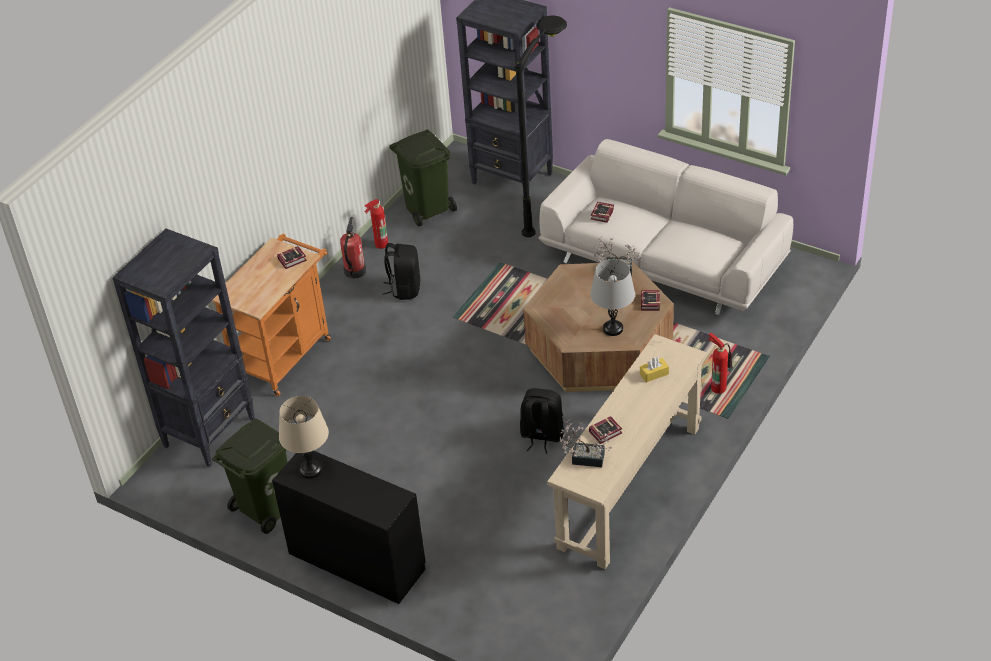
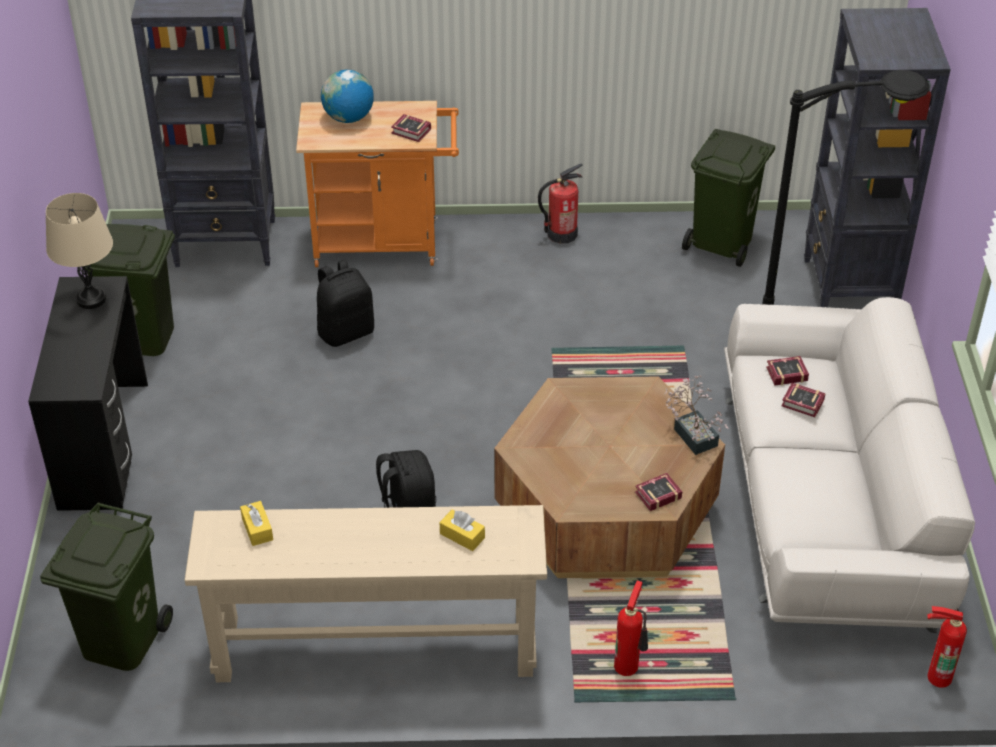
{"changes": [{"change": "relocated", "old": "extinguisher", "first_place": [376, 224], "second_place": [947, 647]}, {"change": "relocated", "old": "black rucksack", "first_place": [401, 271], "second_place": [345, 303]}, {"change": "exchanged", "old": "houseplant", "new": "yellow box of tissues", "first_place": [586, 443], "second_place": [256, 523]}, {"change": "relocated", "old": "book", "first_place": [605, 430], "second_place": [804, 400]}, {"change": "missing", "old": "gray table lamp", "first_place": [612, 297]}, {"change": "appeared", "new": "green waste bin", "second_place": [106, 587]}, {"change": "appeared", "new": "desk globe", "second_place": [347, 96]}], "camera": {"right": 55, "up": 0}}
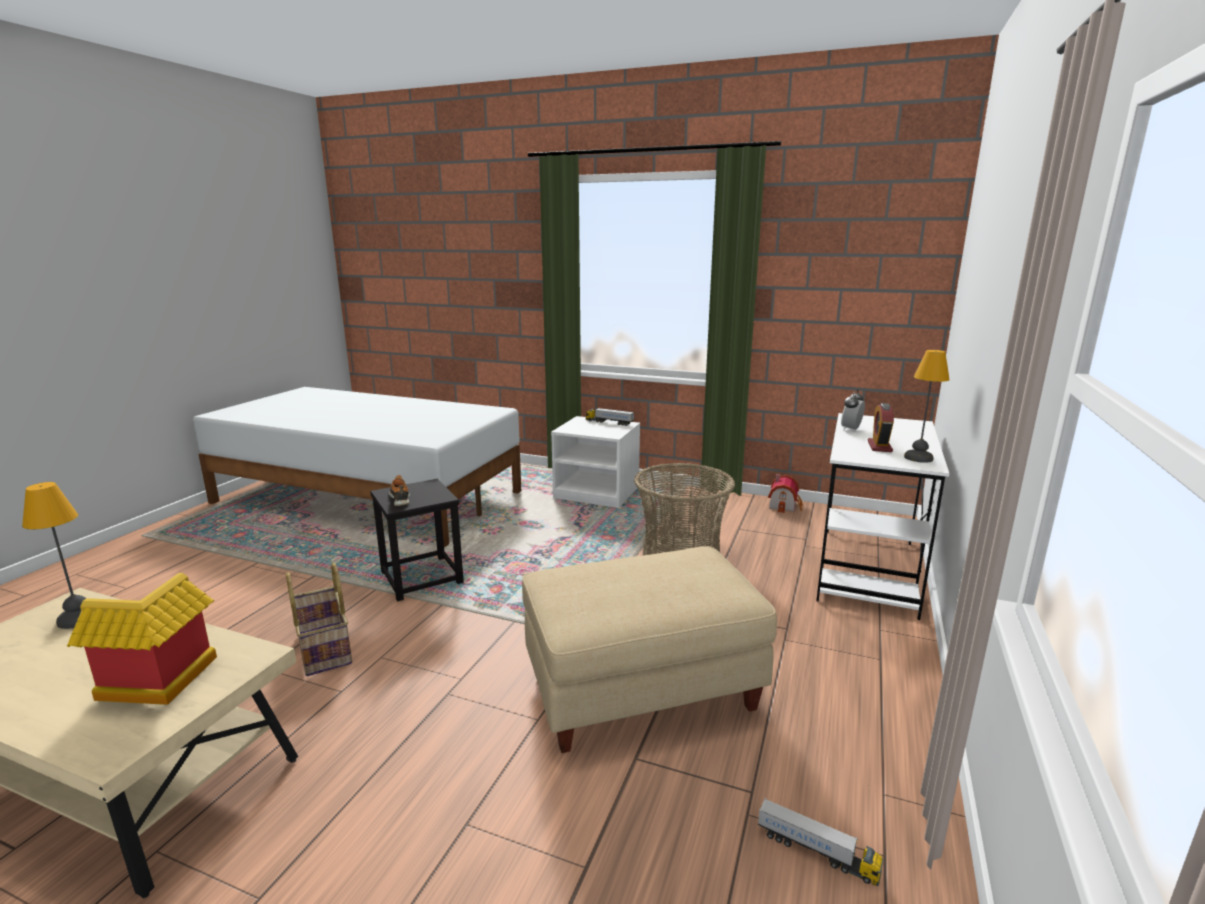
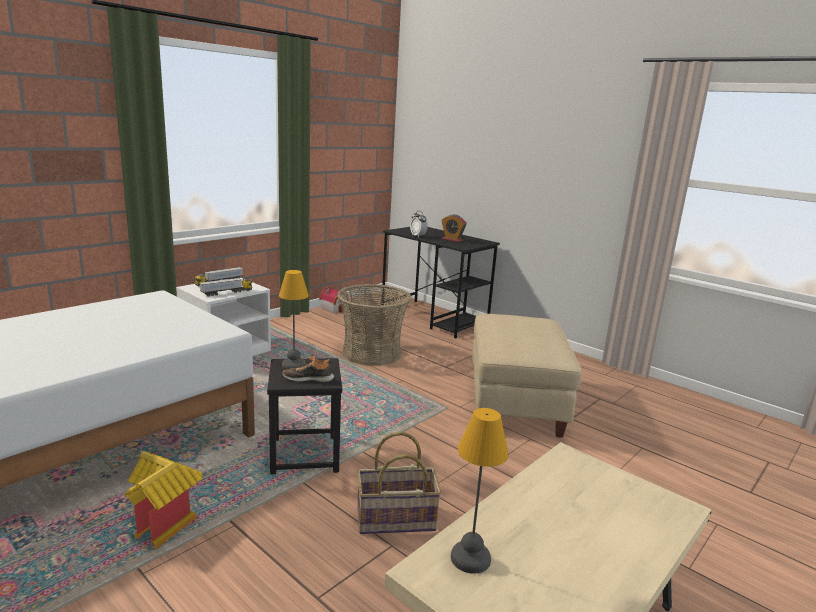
{"changes": [{"change": "relocated", "old": "miniature house", "first_place": [142, 639], "second_place": [164, 500]}, {"change": "relocated", "old": "toy truck", "first_place": [821, 842], "second_place": [226, 287]}, {"change": "colour", "old": "whitish desk table", "new": "black desk table", "first_place": [883, 516], "second_place": [440, 282]}, {"change": "relocated", "old": "table lamp", "first_place": [927, 406], "second_place": [294, 320]}], "camera": {"right": -70, "up": 0}}
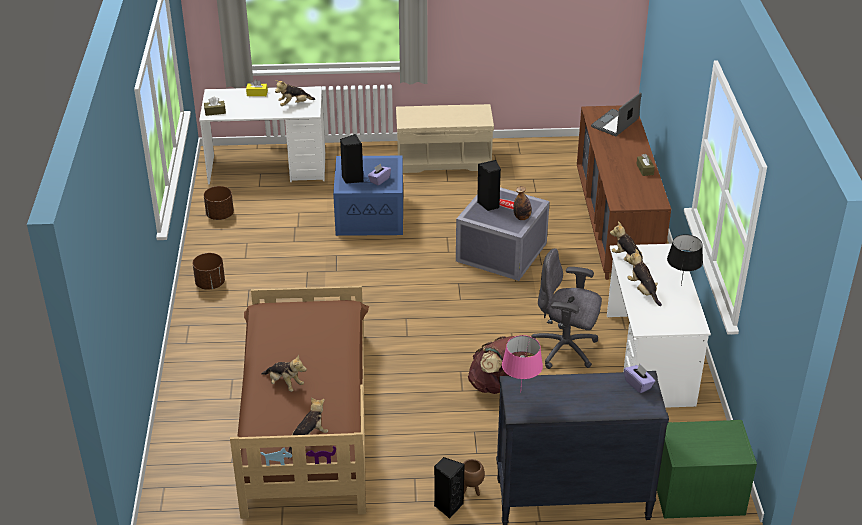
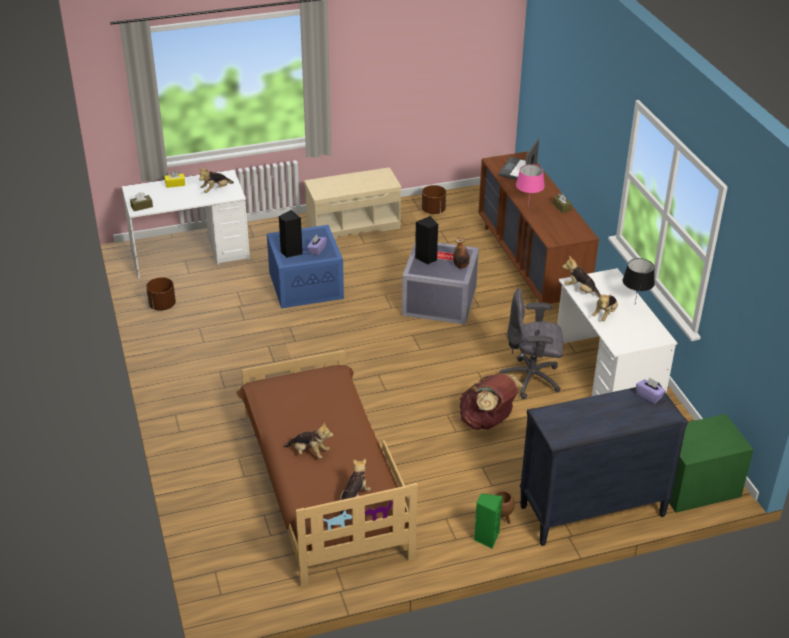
{"changes": [{"change": "relocated", "old": "brown planter", "first_place": [208, 271], "second_place": [434, 199]}, {"change": "colour", "old": "black audio speaker", "new": "green audio speaker", "first_place": [449, 488], "second_place": [488, 521]}, {"change": "relocated", "old": "pinkish table lamp", "first_place": [522, 360], "second_place": [530, 186]}, {"change": "spun", "old": "soft toy", "first_place": [644, 277], "second_place": [605, 307], "degrees": -105}], "camera": {"right": -15, "up": 0}}
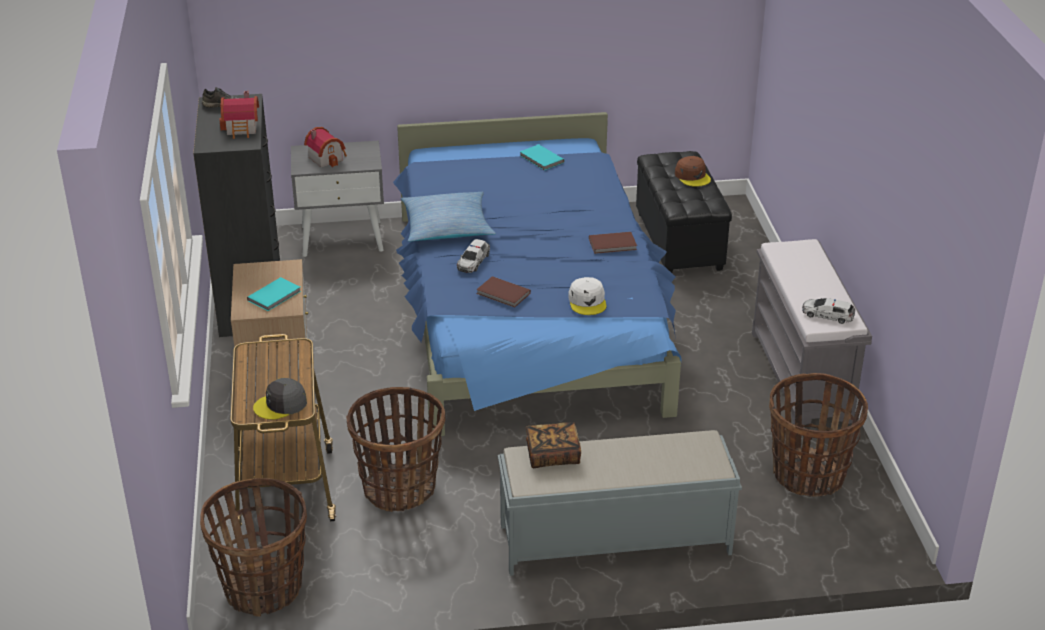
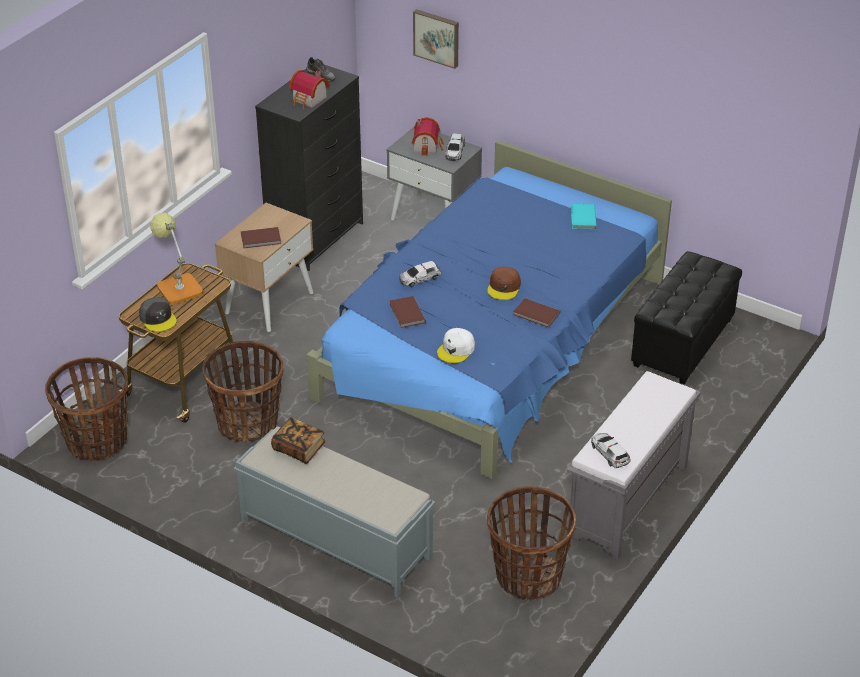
{"changes": [{"change": "colour", "old": "turquoise-coloured book", "new": "brown book", "first_place": [274, 294], "second_place": [261, 238]}, {"change": "spun", "old": "gray cap", "first_place": [280, 399], "second_place": [158, 314], "degrees": -135}, {"change": "missing", "old": "cushion", "first_place": [448, 217]}, {"change": "relocated", "old": "brown cap", "first_place": [693, 171], "second_place": [504, 283]}, {"change": "appeared", "new": "table lamp", "second_place": [176, 259]}, {"change": "appeared", "new": "wall picture", "second_place": [436, 39]}, {"change": "appeared", "new": "miniature car", "second_place": [455, 147]}], "camera": {"right": 40, "up": 5}}
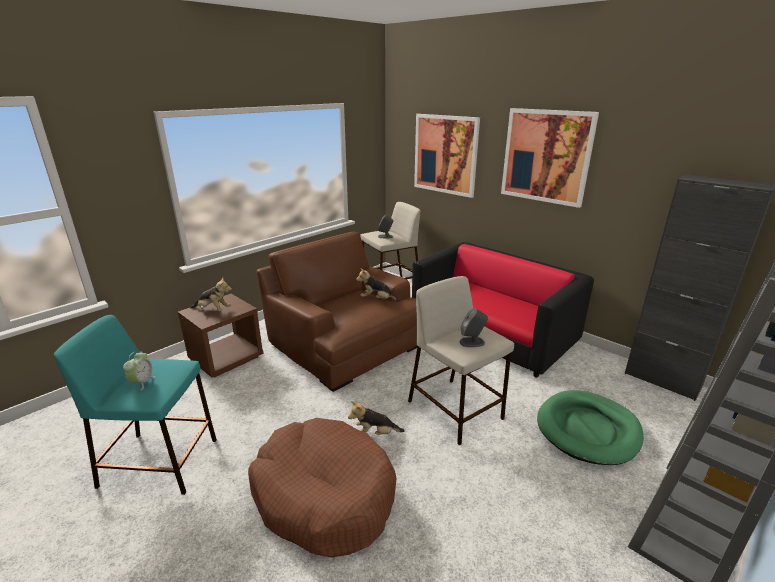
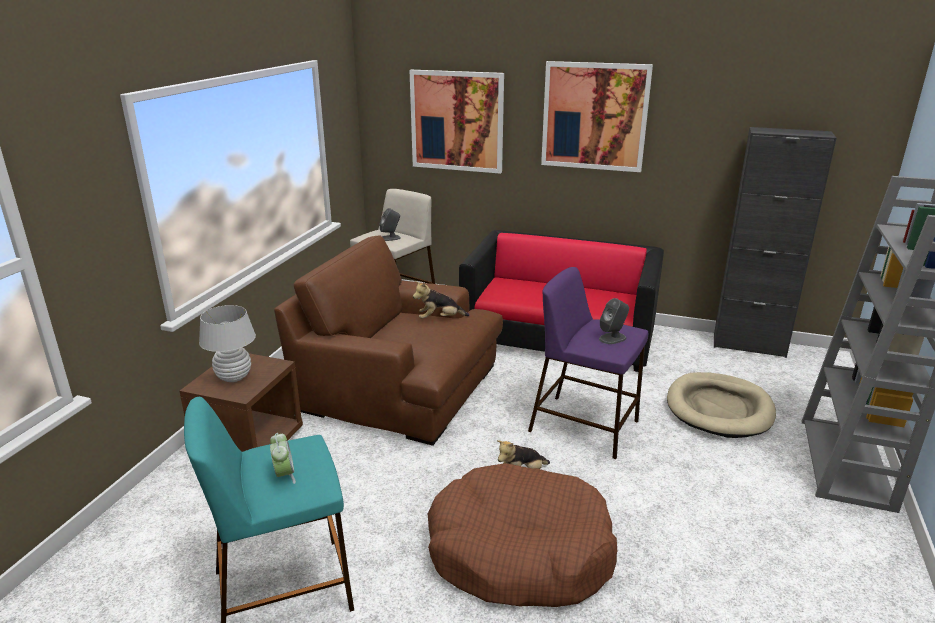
{"changes": [{"change": "exchanged", "old": "soft toy", "new": "whitish table lamp", "first_place": [211, 294], "second_place": [227, 343]}, {"change": "colour", "old": "beige stool seat", "new": "purple-coloured stool seat", "first_place": [461, 360], "second_place": [588, 363]}, {"change": "colour", "old": "green dog bed", "new": "beige dog bed", "first_place": [590, 427], "second_place": [721, 405]}], "camera": {"right": -25, "up": 0}}
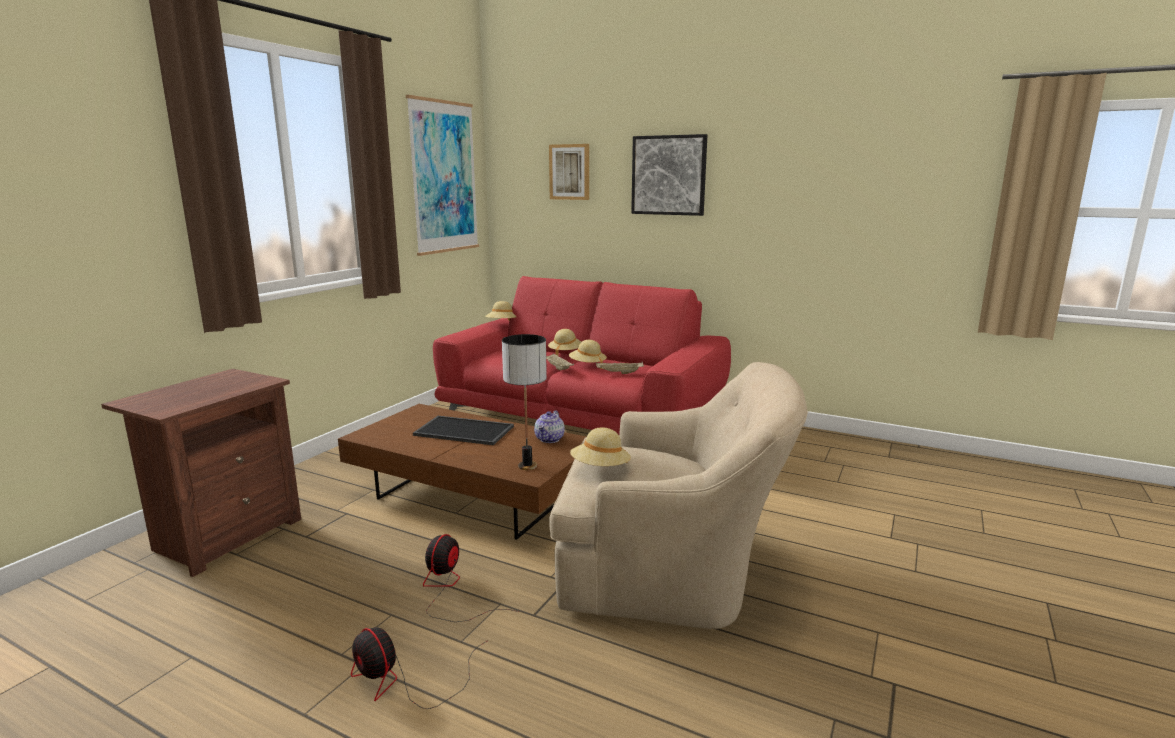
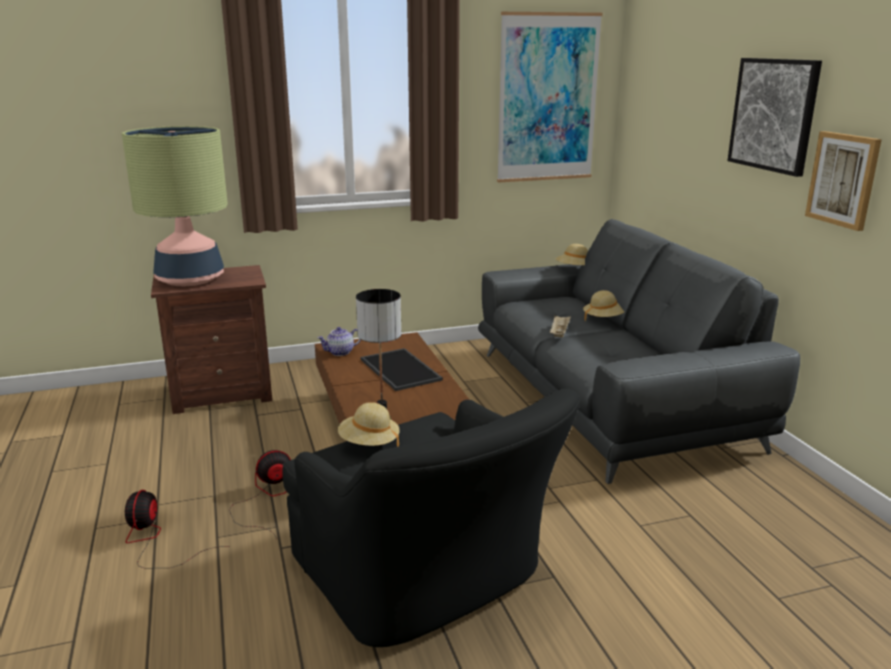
{"changes": [{"change": "colour", "old": "red-coloured settee", "new": "gray settee", "first_place": [582, 355], "second_place": [639, 351]}, {"change": "relocated", "old": "tea pot", "first_place": [549, 426], "second_place": [339, 341]}, {"change": "relocated", "old": "wall picture", "first_place": [569, 172], "second_place": [843, 181]}, {"change": "colour", "old": "beige lounge chair", "new": "black lounge chair", "first_place": [678, 495], "second_place": [431, 518]}, {"change": "missing", "old": "beige clothing hat", "first_place": [588, 354]}, {"change": "missing", "old": "beige tray", "first_place": [620, 368]}, {"change": "appeared", "new": "table lamp", "second_place": [175, 206]}], "camera": {"right": 45, "up": 5}}
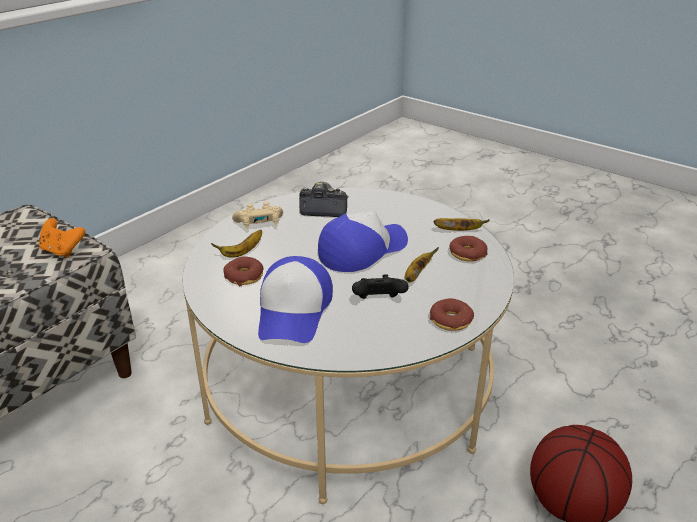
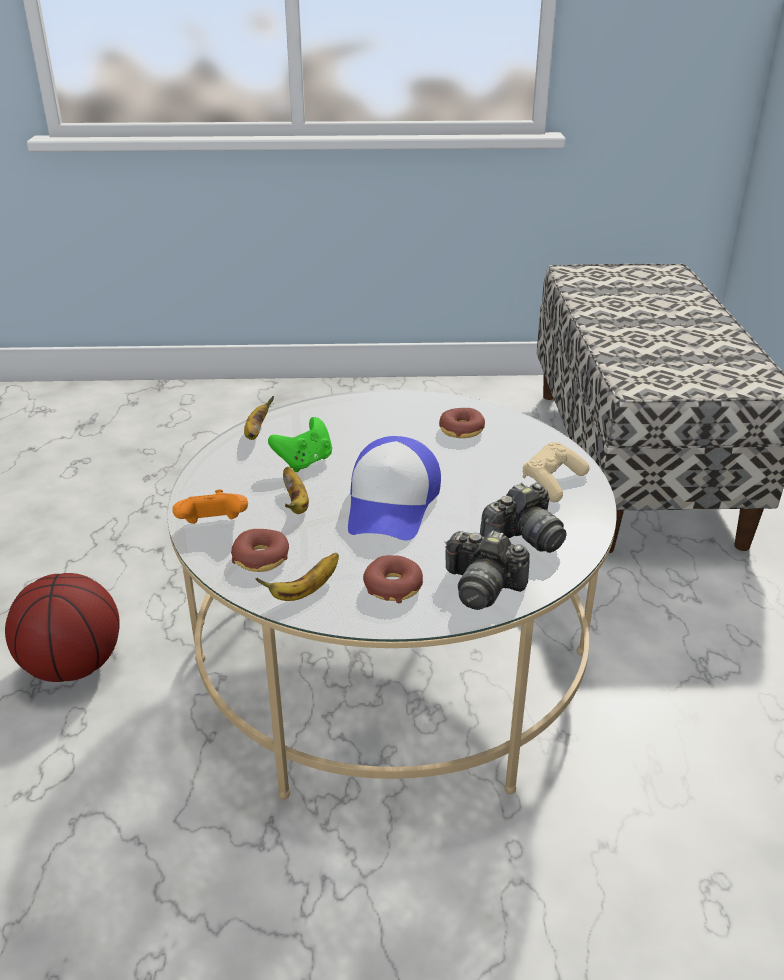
{"changes": [{"change": "relocated", "old": "orange-coloured joypad", "first_place": [62, 238], "second_place": [210, 506]}, {"change": "relocated", "old": "banana fruit", "first_place": [236, 244], "second_place": [259, 418]}, {"change": "missing", "old": "cap", "first_place": [295, 299]}, {"change": "colour", "old": "black joypad", "new": "green joypad", "first_place": [380, 286], "second_place": [300, 444]}, {"change": "relocated", "old": "doughnut", "first_place": [452, 314], "second_place": [393, 579]}, {"change": "appeared", "new": "photo camera", "second_place": [487, 570]}], "camera": {"right": 140, "up": 0}}
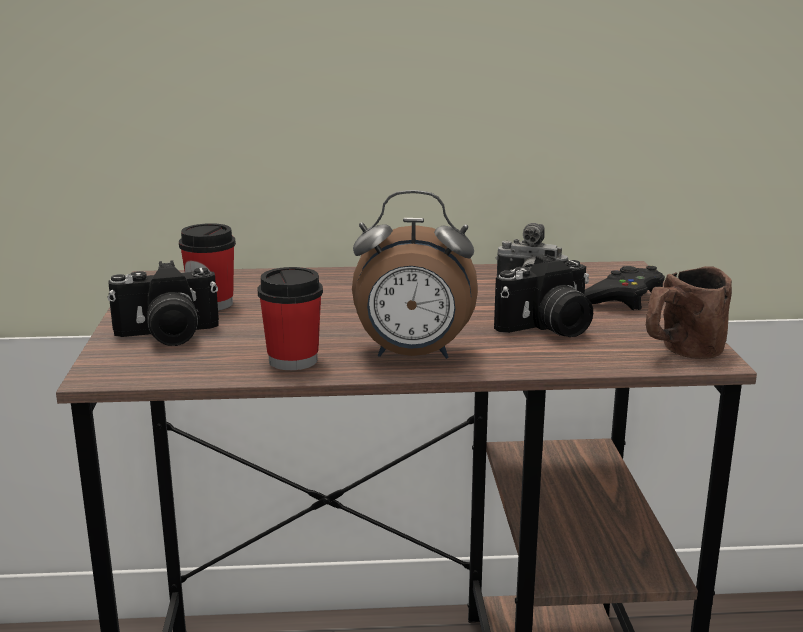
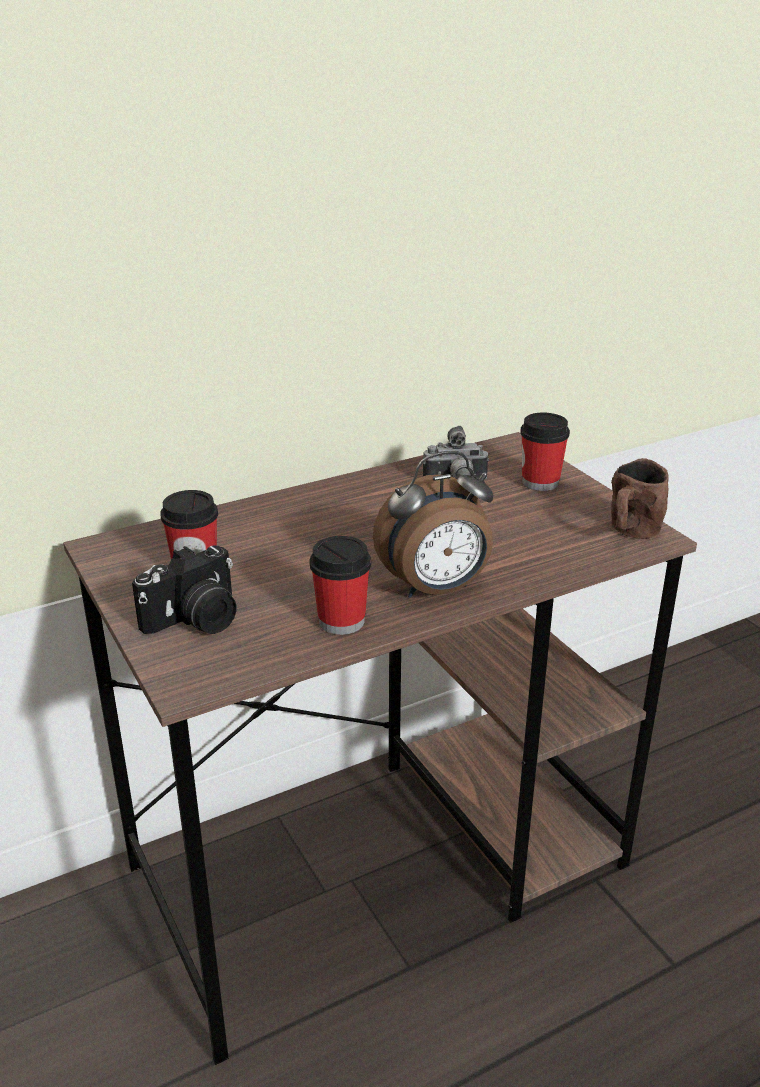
{"changes": [{"change": "missing", "old": "photo camera", "first_place": [543, 296]}, {"change": "exchanged", "old": "black joypad", "new": "cup", "first_place": [624, 288], "second_place": [545, 451]}], "camera": {"right": -25, "up": 10}}
